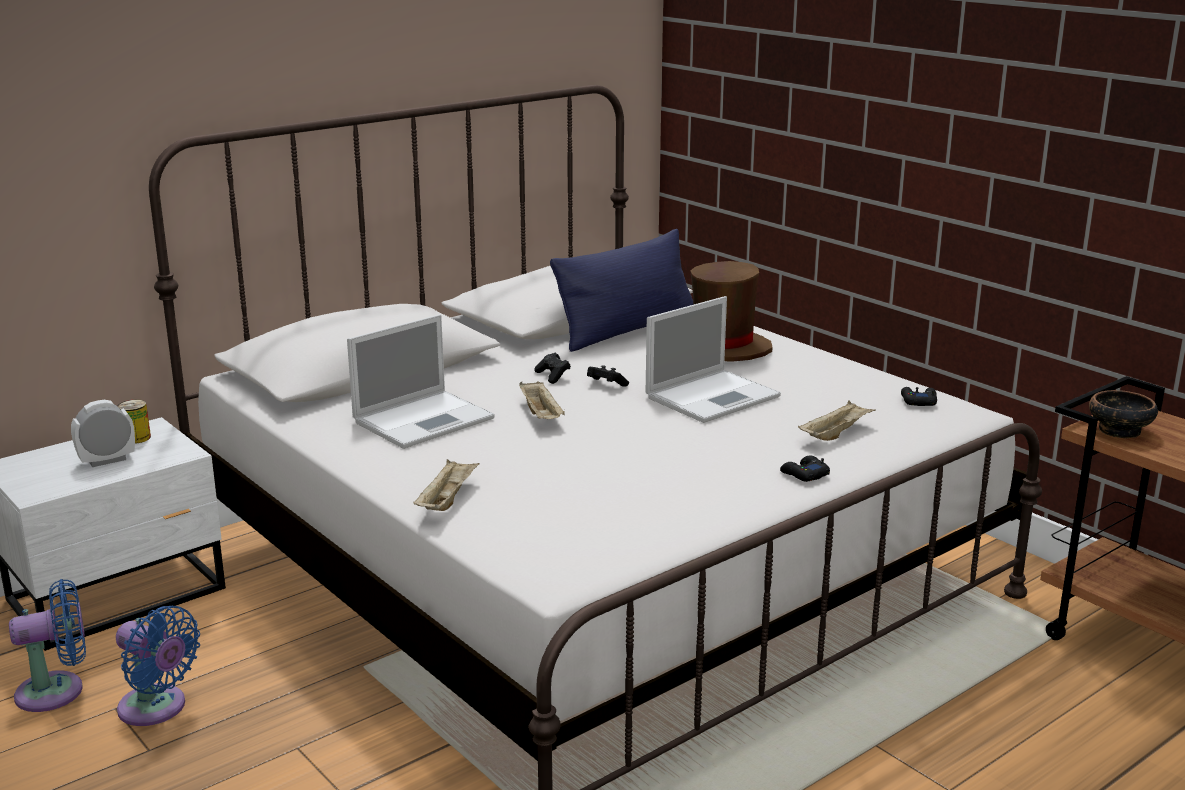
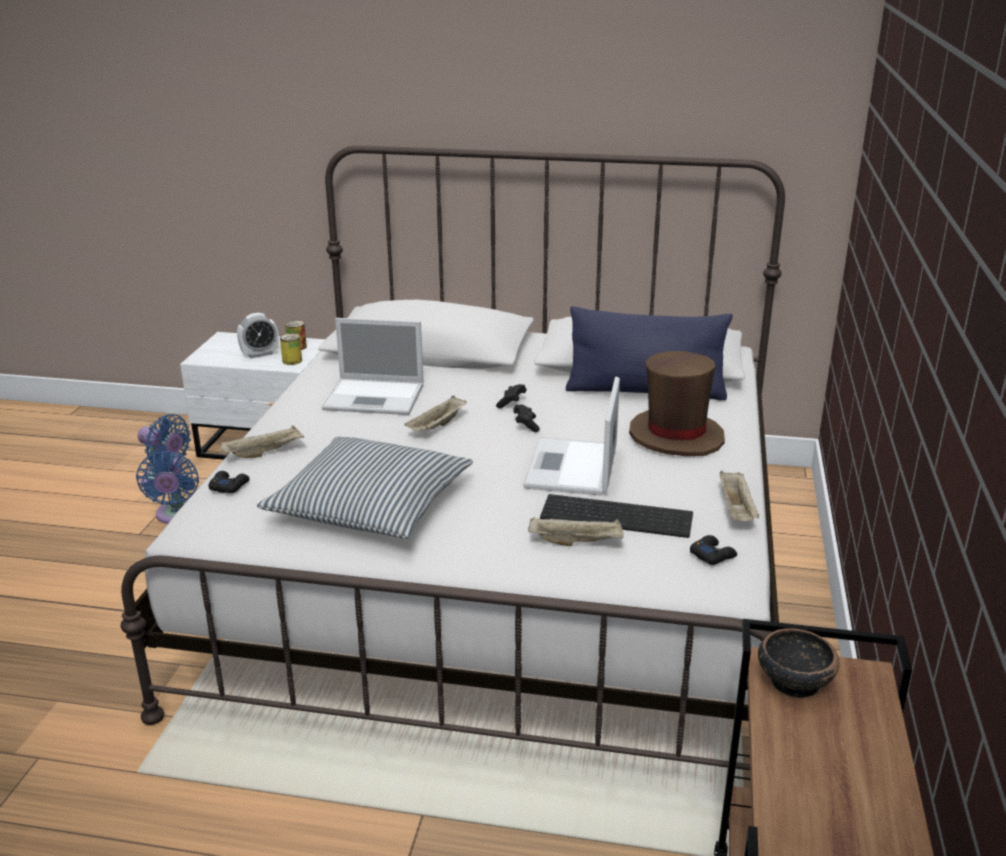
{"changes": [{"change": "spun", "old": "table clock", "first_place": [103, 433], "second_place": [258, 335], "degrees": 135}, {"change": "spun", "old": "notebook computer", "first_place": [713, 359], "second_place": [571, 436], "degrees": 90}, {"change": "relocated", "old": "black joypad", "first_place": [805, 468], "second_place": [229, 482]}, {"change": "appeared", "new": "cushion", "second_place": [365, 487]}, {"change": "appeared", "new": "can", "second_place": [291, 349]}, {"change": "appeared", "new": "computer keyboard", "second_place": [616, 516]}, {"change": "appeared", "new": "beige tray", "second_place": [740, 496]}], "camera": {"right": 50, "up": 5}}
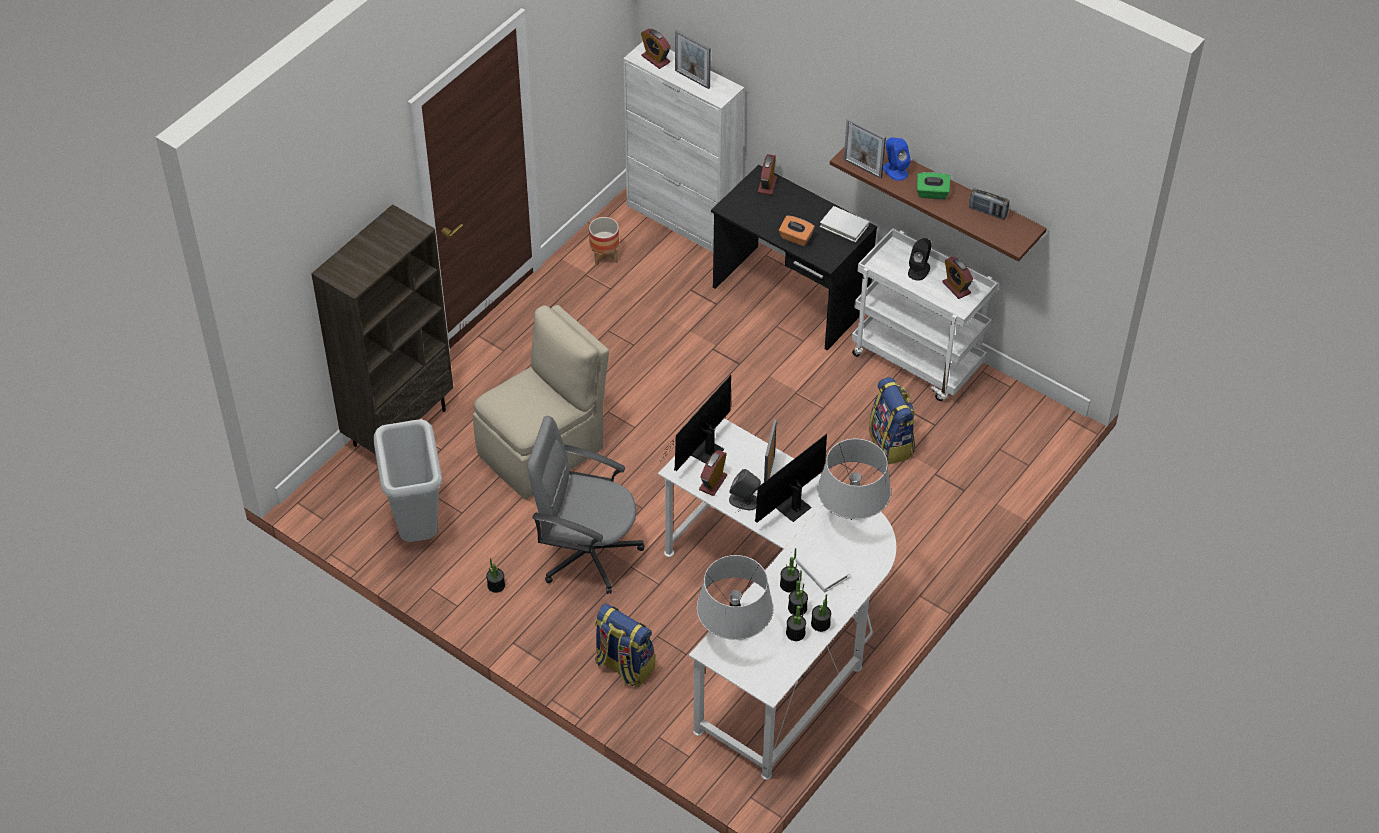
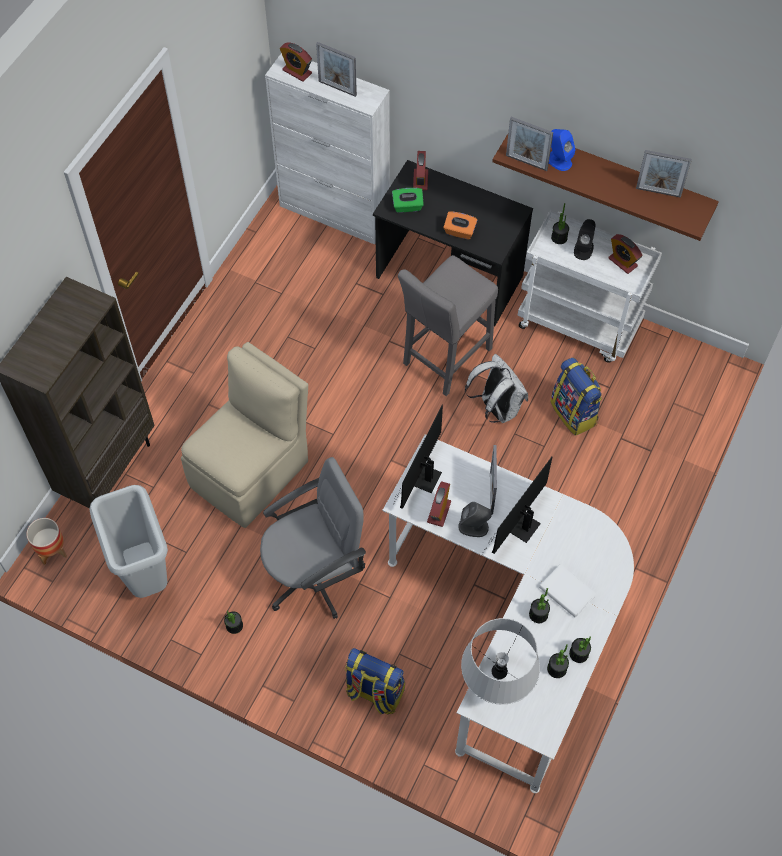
{"changes": [{"change": "spun", "old": "gray office chair", "first_place": [586, 505], "second_place": [313, 538], "degrees": 150}, {"change": "relocated", "old": "planter", "first_place": [604, 241], "second_place": [46, 541]}, {"change": "relocated", "old": "houseplant", "first_place": [798, 592], "second_place": [560, 223]}, {"change": "missing", "old": "gray table lamp", "first_place": [854, 479]}, {"change": "missing", "old": "whitish book", "first_place": [844, 224]}, {"change": "relocated", "old": "green box of tissues", "first_place": [934, 185], "second_place": [408, 200]}, {"change": "exchanged", "old": "radio receiver", "new": "standing frame", "first_place": [989, 203], "second_place": [664, 174]}, {"change": "appeared", "new": "gray stool seat", "second_place": [448, 325]}, {"change": "appeared", "new": "whitish rucksack", "second_place": [496, 388]}], "camera": {"right": -10, "up": 10}}
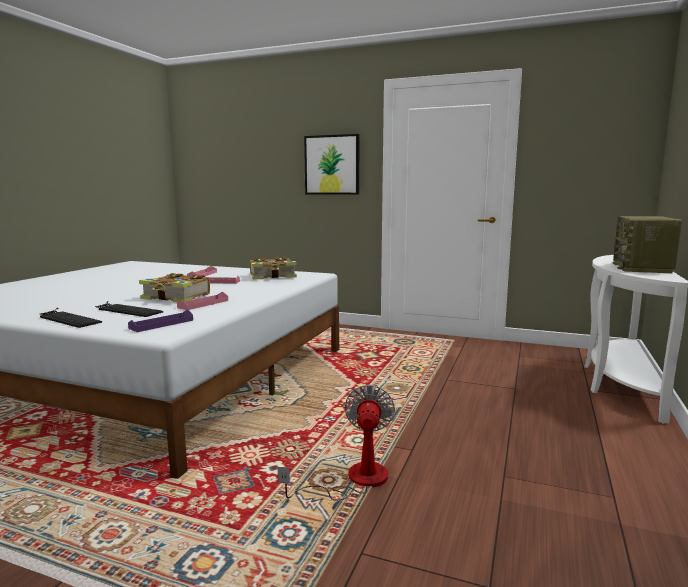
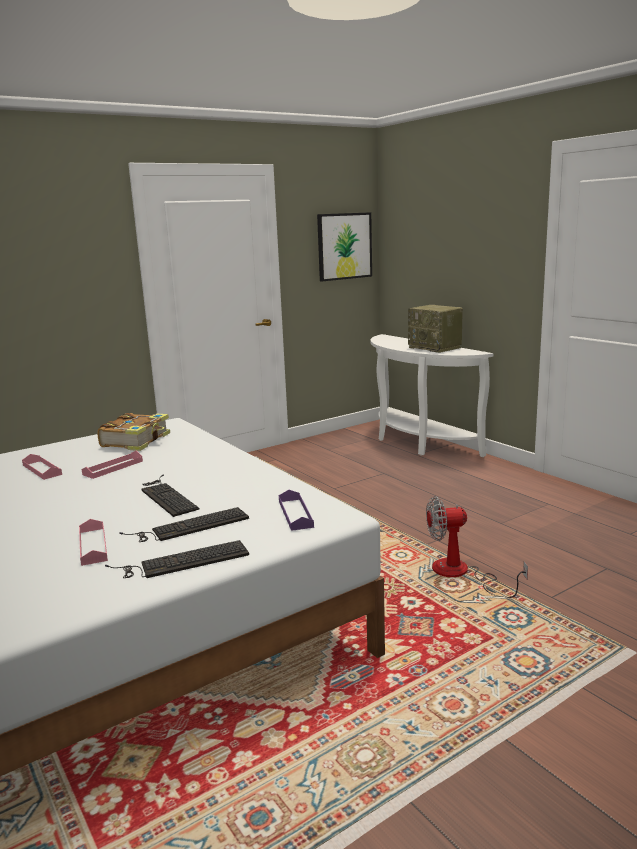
{"changes": [{"change": "exchanged", "old": "book", "new": "computer keyboard", "first_place": [174, 287], "second_place": [170, 495]}, {"change": "relocated", "old": "pinkish tray", "first_place": [202, 301], "second_place": [93, 542]}, {"change": "spun", "old": "electric fan", "first_place": [336, 443], "second_place": [477, 547], "degrees": -45}, {"change": "relocated", "old": "wall picture", "first_place": [331, 164], "second_place": [344, 246]}], "camera": {"right": -55, "up": 5}}
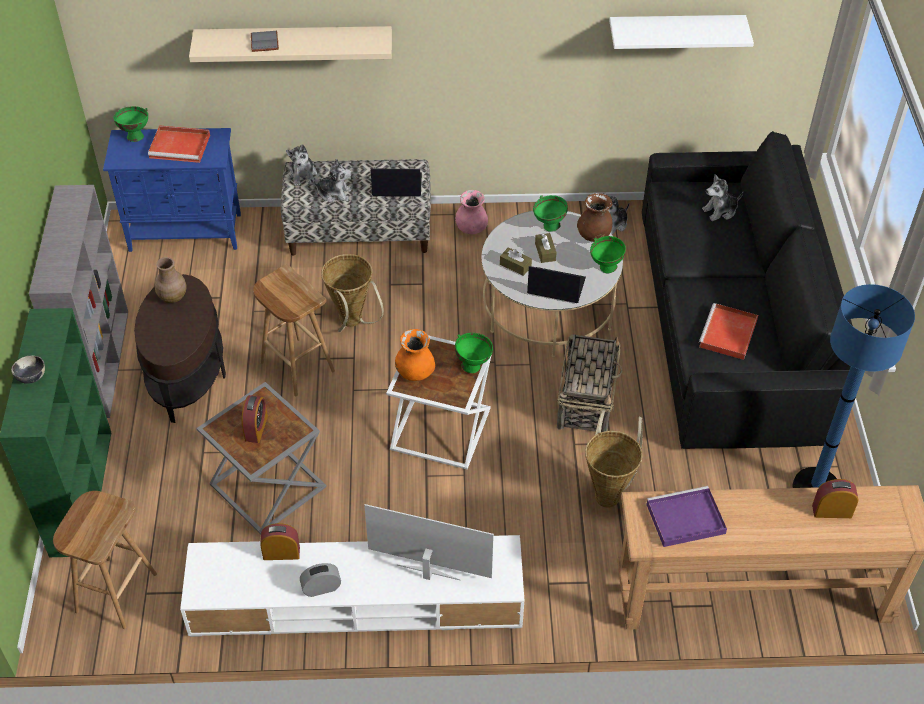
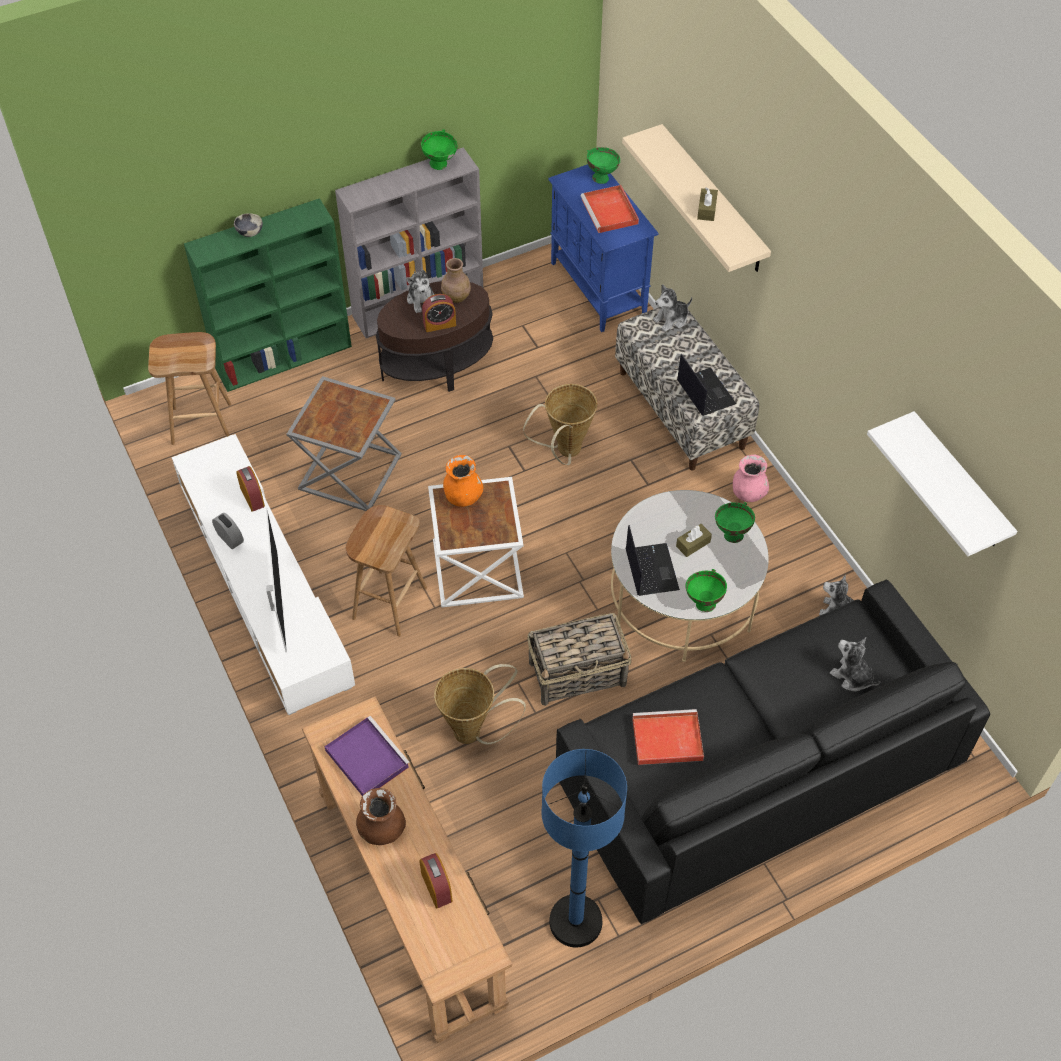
{"changes": [{"change": "relocated", "old": "table clock", "first_place": [254, 419], "second_place": [439, 313]}, {"change": "missing", "old": "gray book", "first_place": [265, 41]}, {"change": "relocated", "old": "brown stool seat", "first_place": [294, 330], "second_place": [386, 571]}, {"change": "relocated", "old": "soft toy", "first_place": [331, 181], "second_place": [420, 291]}, {"change": "relocated", "old": "green serving bowl", "first_place": [474, 353], "second_place": [439, 149]}, {"change": "relocated", "old": "brown box of tissues", "first_place": [516, 261], "second_place": [707, 204]}, {"change": "relocated", "old": "brown decorative vase", "first_place": [594, 217], "second_place": [381, 816]}], "camera": {"right": 65, "up": 5}}
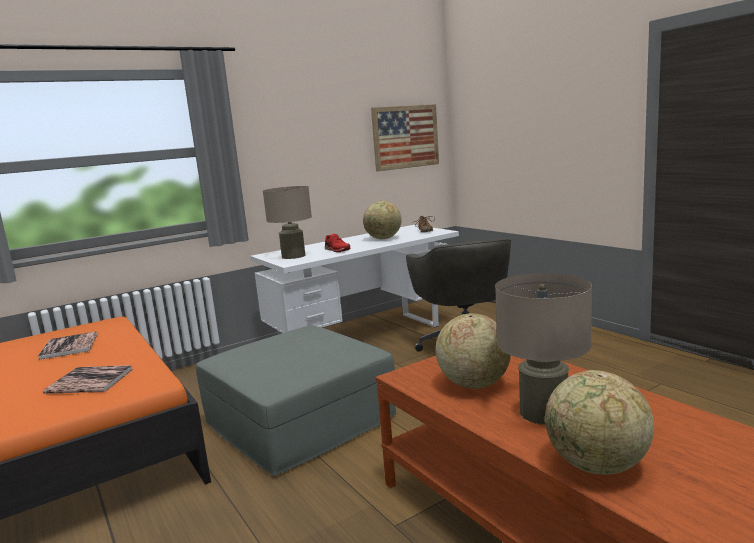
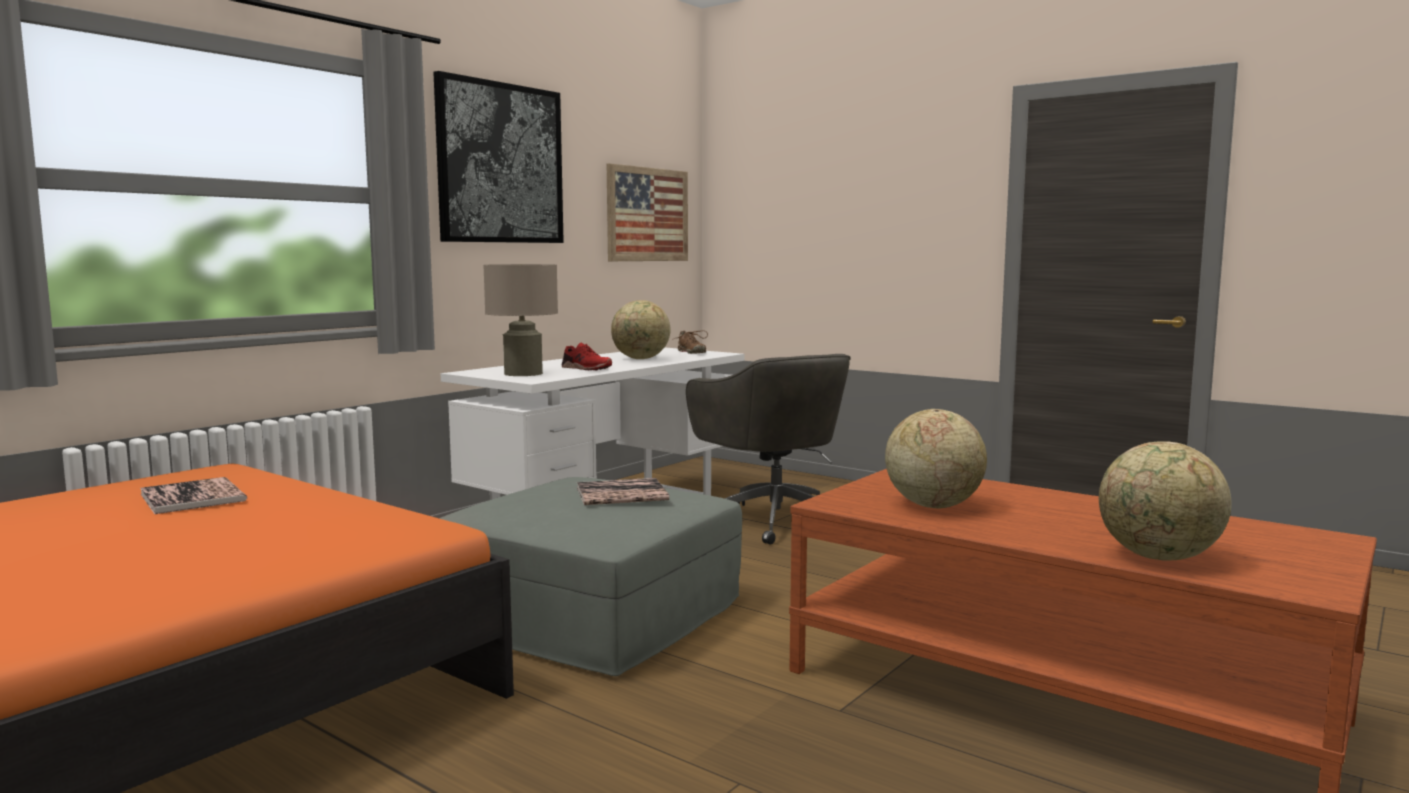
{"changes": [{"change": "relocated", "old": "book", "first_place": [88, 379], "second_place": [623, 491]}, {"change": "missing", "old": "beige table lamp", "first_place": [543, 349]}, {"change": "appeared", "new": "wall picture", "second_place": [498, 157]}], "camera": {"right": -20, "up": -5}}
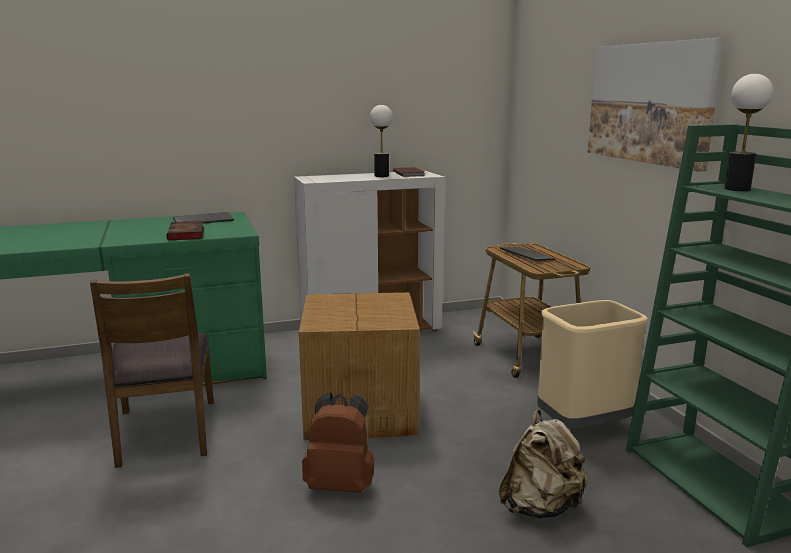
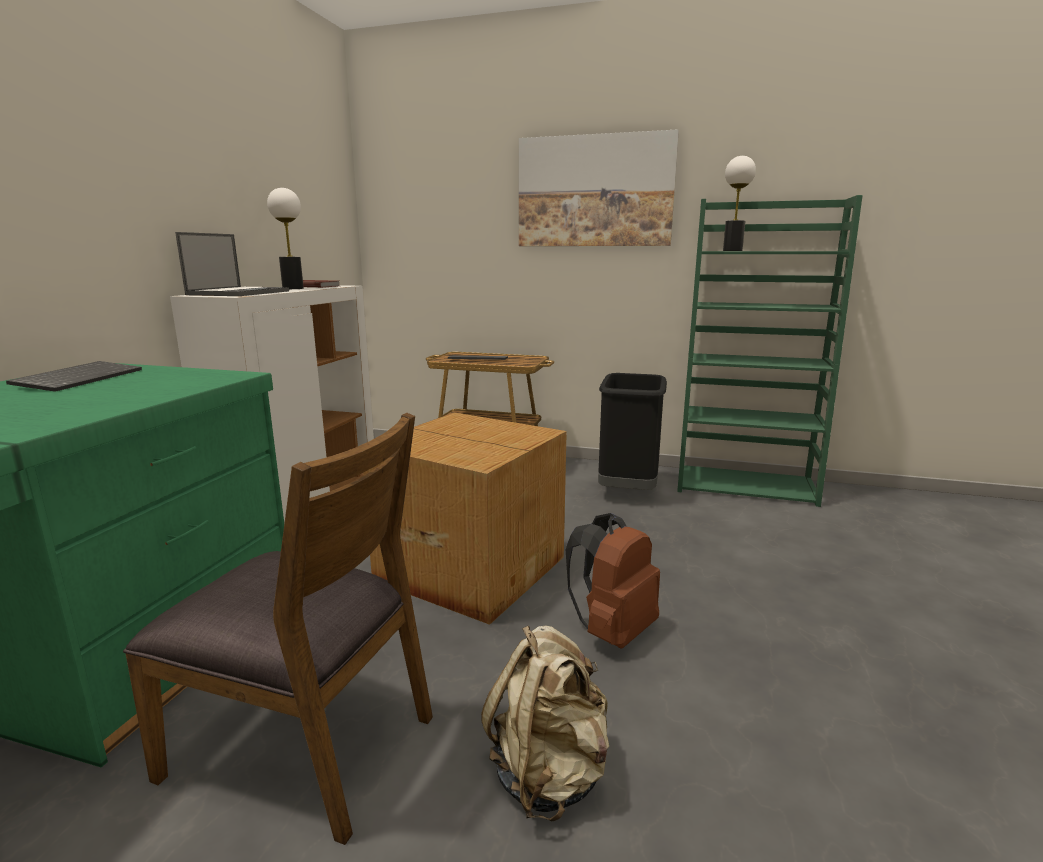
{"changes": [{"change": "missing", "old": "book", "first_place": [185, 230]}, {"change": "relocated", "old": "beige rucksack", "first_place": [543, 463], "second_place": [545, 723]}, {"change": "colour", "old": "beige waste bin", "new": "black waste bin", "first_place": [593, 364], "second_place": [632, 431]}, {"change": "appeared", "new": "notebook computer", "second_place": [232, 264]}], "camera": {"right": -55, "up": 0}}
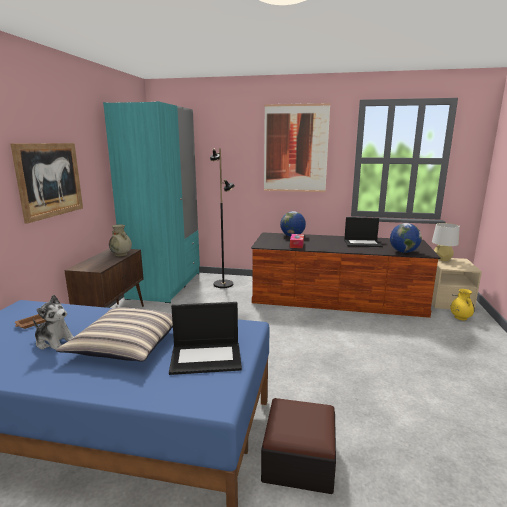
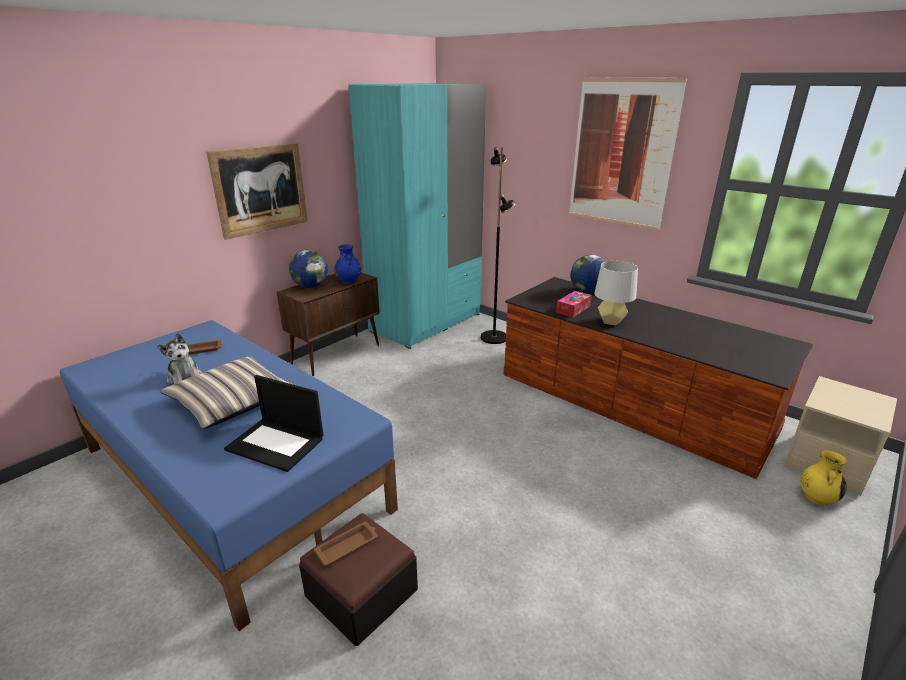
{"changes": [{"change": "colour", "old": "beige decorative vase", "new": "blue-coloured decorative vase", "first_place": [120, 240], "second_place": [347, 264]}, {"change": "missing", "old": "notebook computer", "first_place": [363, 232]}, {"change": "relocated", "old": "desk globe", "first_place": [406, 238], "second_place": [308, 269]}, {"change": "relocated", "old": "gray table lamp", "first_place": [446, 242], "second_place": [616, 293]}, {"change": "appeared", "new": "brown tray", "second_place": [346, 544]}], "camera": {"right": 30, "up": 10}}
